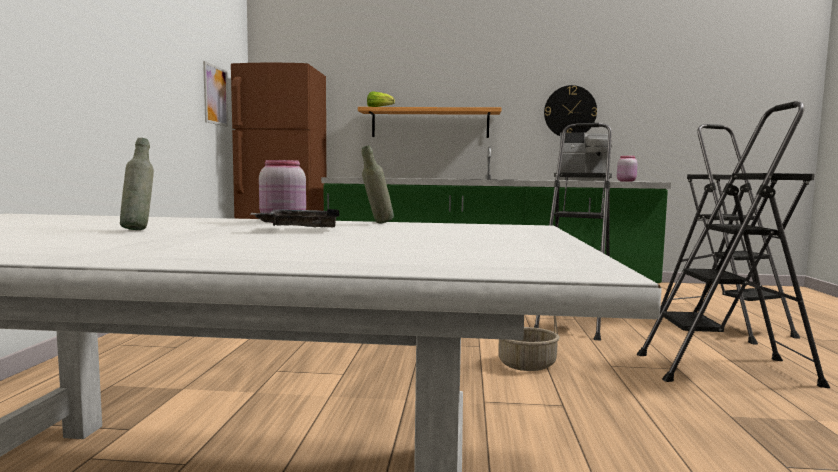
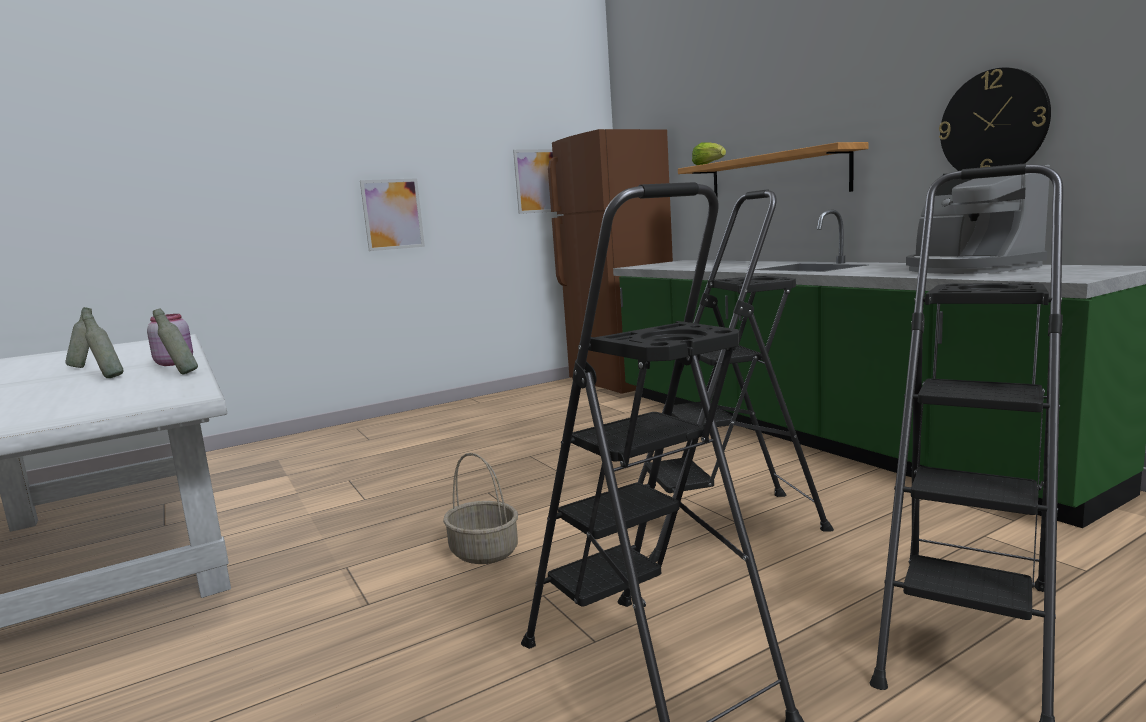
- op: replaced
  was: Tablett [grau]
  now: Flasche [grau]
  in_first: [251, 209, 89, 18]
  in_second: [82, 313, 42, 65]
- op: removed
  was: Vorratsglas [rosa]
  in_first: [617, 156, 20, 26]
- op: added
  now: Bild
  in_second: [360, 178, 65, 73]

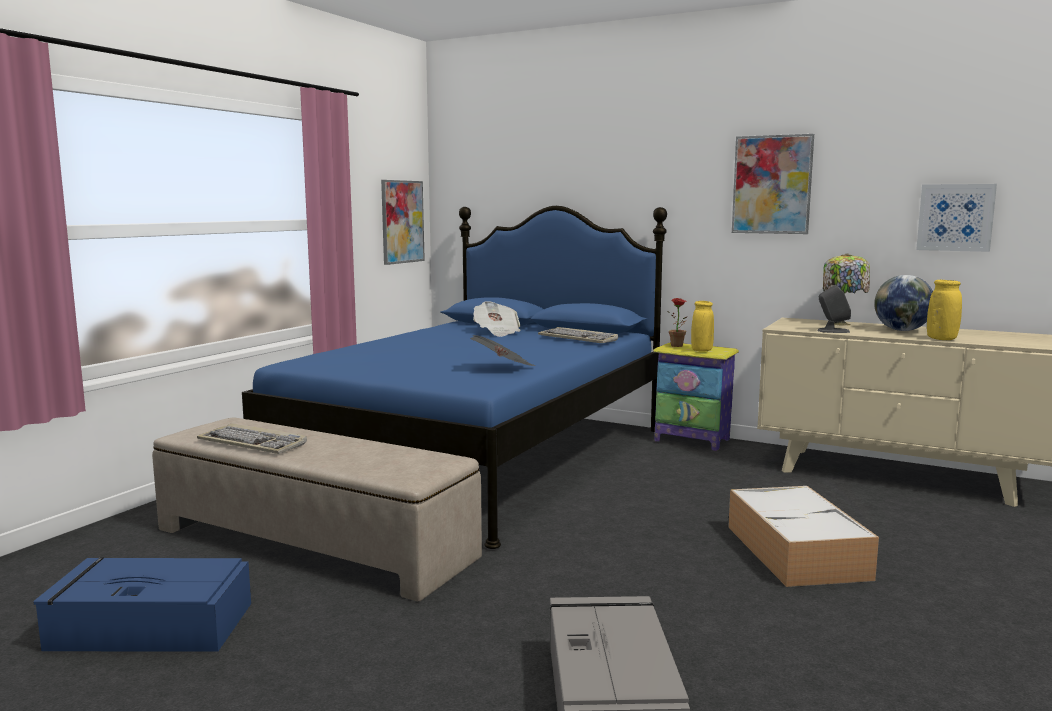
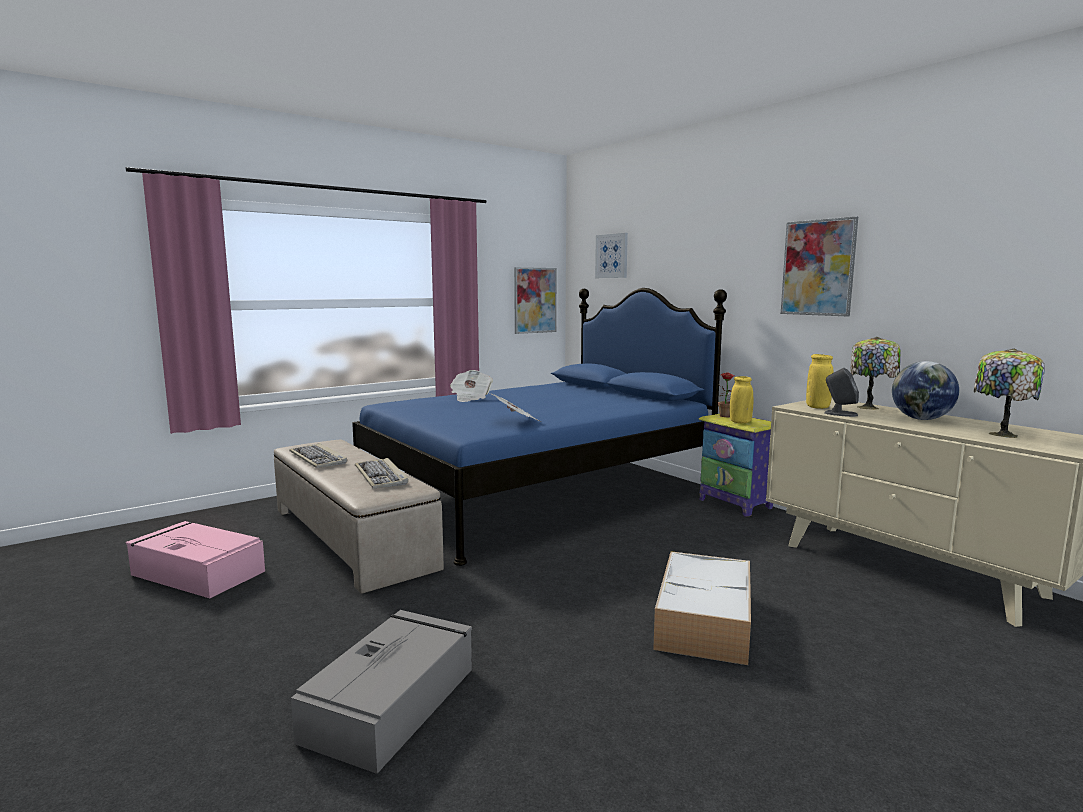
- op: recoloured
  was: Aufbewahrungsbox [blau]
  now: Aufbewahrungsbox [rosa]
  in_first: [33, 557, 218, 95]
  in_second: [126, 521, 139, 77]
- op: moved
  was: Zeitung
  in_first: [473, 301, 48, 36]
  in_second: [450, 370, 43, 32]
- op: moved
  was: Tastatur
  in_first: [538, 327, 80, 16]
  in_second: [355, 458, 53, 31]
- op: moved
  was: Bild
  in_first: [916, 184, 81, 68]
  in_second: [595, 233, 33, 45]
- op: moved
  was: Vase [gelb]
  in_first: [927, 280, 35, 60]
  in_second: [806, 354, 27, 55]
- op: added
  now: Tischlampe
  in_second: [973, 349, 72, 89]

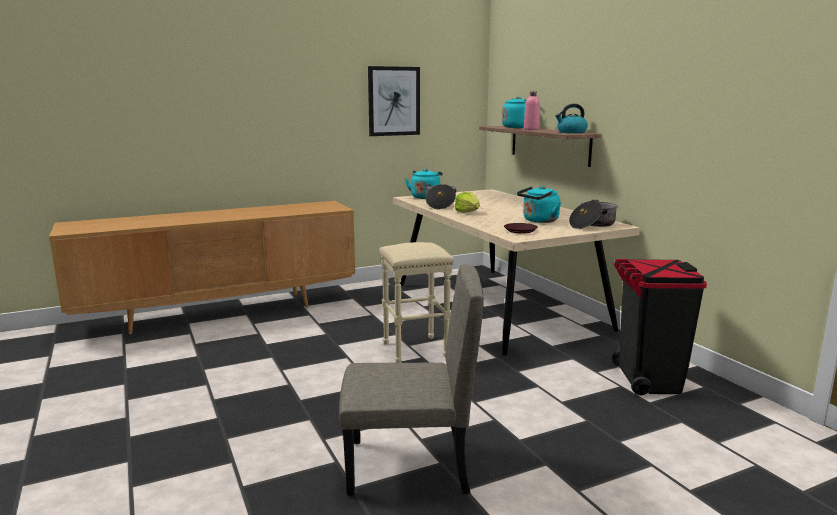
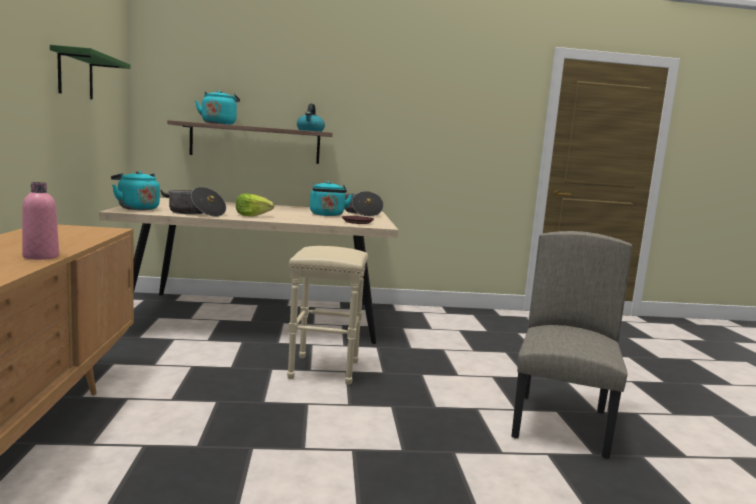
- op: replaced
  was: Bild
  now: Wandregal [grün]
  in_first: [368, 66, 52, 70]
  in_second: [50, 45, 81, 55]
- op: moved
  was: Flasche [rosa]
  in_first: [524, 91, 16, 39]
  in_second: [22, 182, 37, 78]
- op: removed
  was: Mülleimer [schwarz]
  in_first: [612, 259, 95, 136]

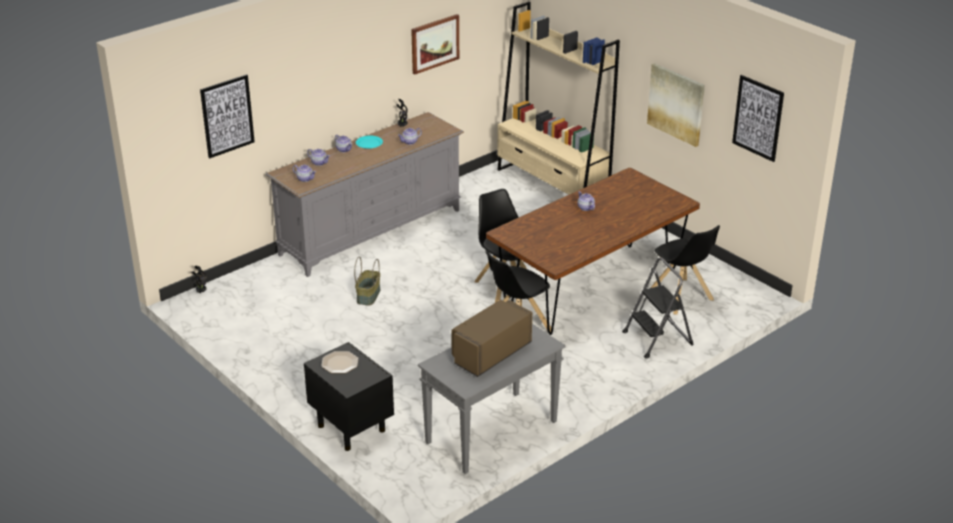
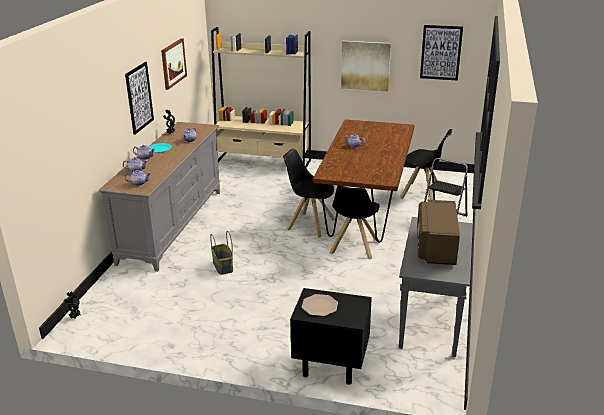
- op: moved
  was: Bild
  in_first: [200, 74, 55, 84]
  in_second: [125, 62, 29, 73]

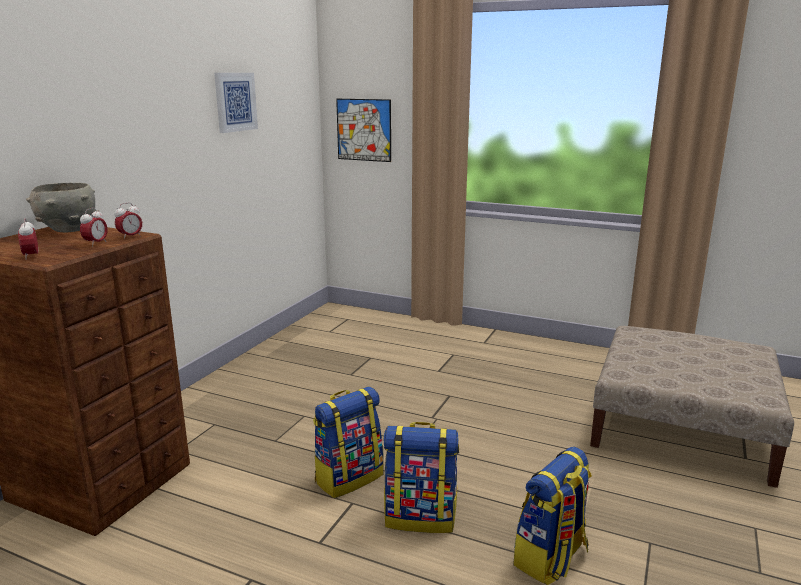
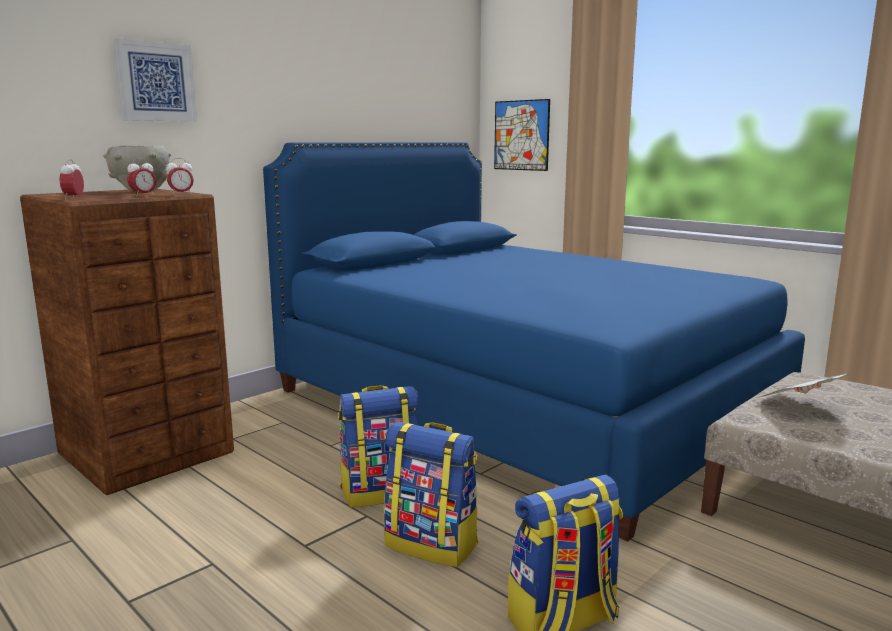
- op: moved
  was: Bild
  in_first: [214, 73, 44, 60]
  in_second: [113, 38, 84, 84]
- op: added
  now: Bett [blau]
  in_second: [263, 142, 542, 400]
- op: added
  now: Zeitung
  in_second: [756, 374, 94, 24]

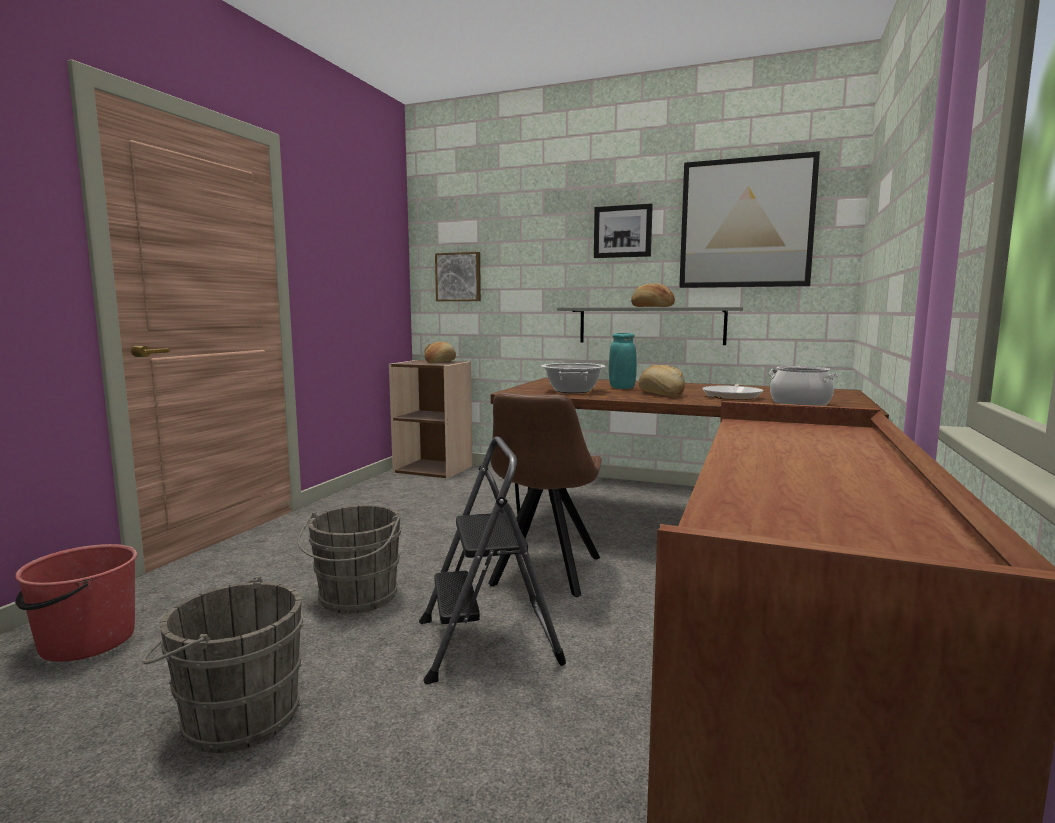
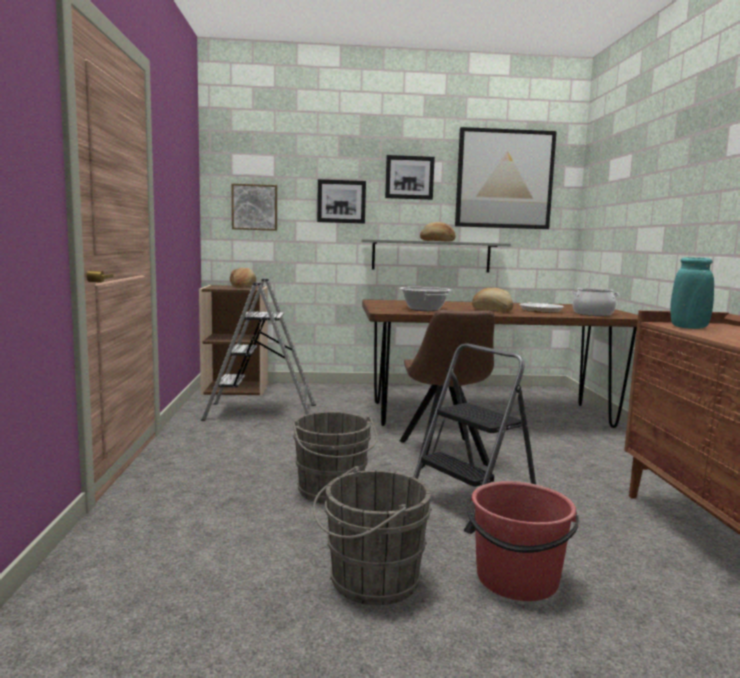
- op: moved
  was: Eimer [rot]
  in_first: [15, 544, 122, 118]
  in_second: [466, 481, 113, 120]
- op: moved
  was: Vase [türkis]
  in_first: [609, 333, 28, 56]
  in_second: [670, 257, 44, 72]
- op: added
  now: Trittleiter [grau]
  in_second: [200, 279, 116, 142]
- op: added
  now: Bild
  in_second: [317, 179, 49, 45]

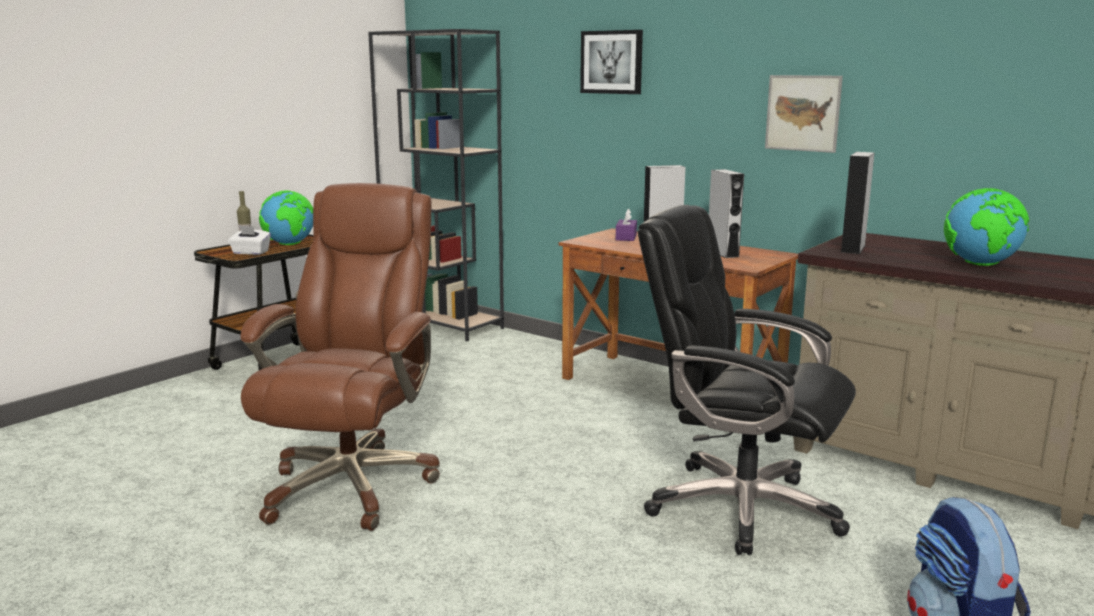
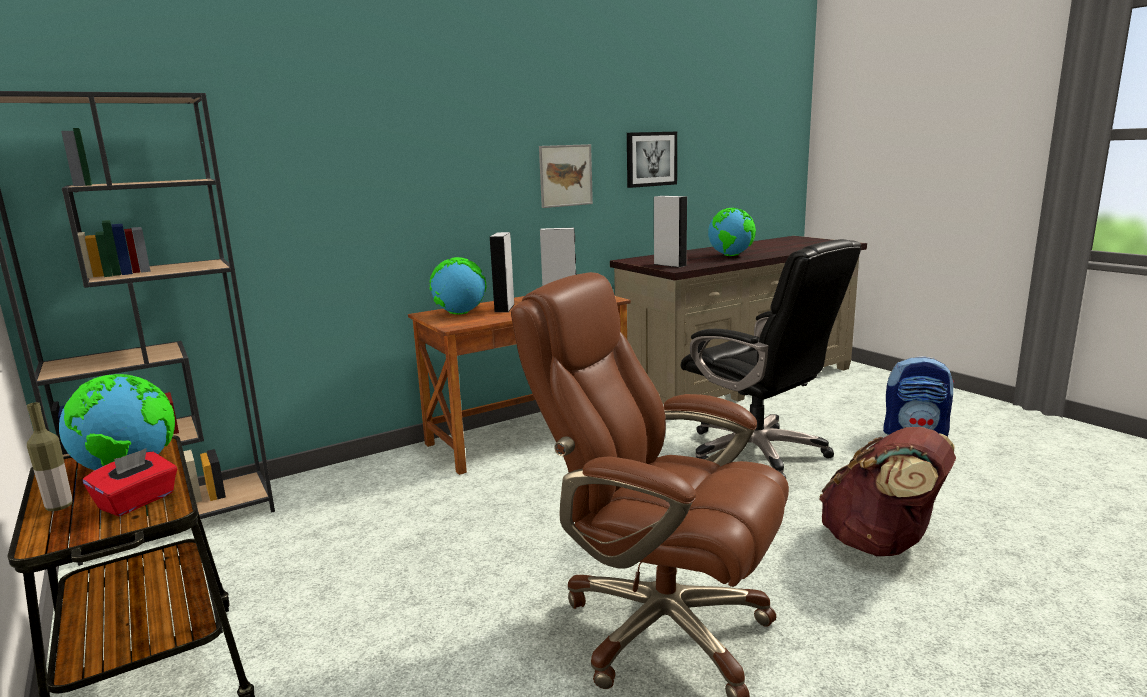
- op: recoloured
  was: Taschentuchbox [weiß]
  now: Taschentuchbox [rot]
  in_first: [228, 225, 43, 30]
  in_second: [83, 448, 94, 68]
- op: moved
  was: Bild
  in_first: [580, 30, 63, 64]
  in_second: [627, 132, 50, 56]
- op: replaced
  was: Taschentuchbox [lila]
  now: Globus
  in_first: [616, 208, 21, 33]
  in_second: [429, 257, 57, 57]
- op: turned
  was: Bürostuhl [schwarz]
  in_first: [638, 205, 218, 350]
  in_second: [681, 239, 180, 239]
  clockwise: -90
- op: added
  now: Rucksack [braun]
  in_second: [819, 427, 137, 129]

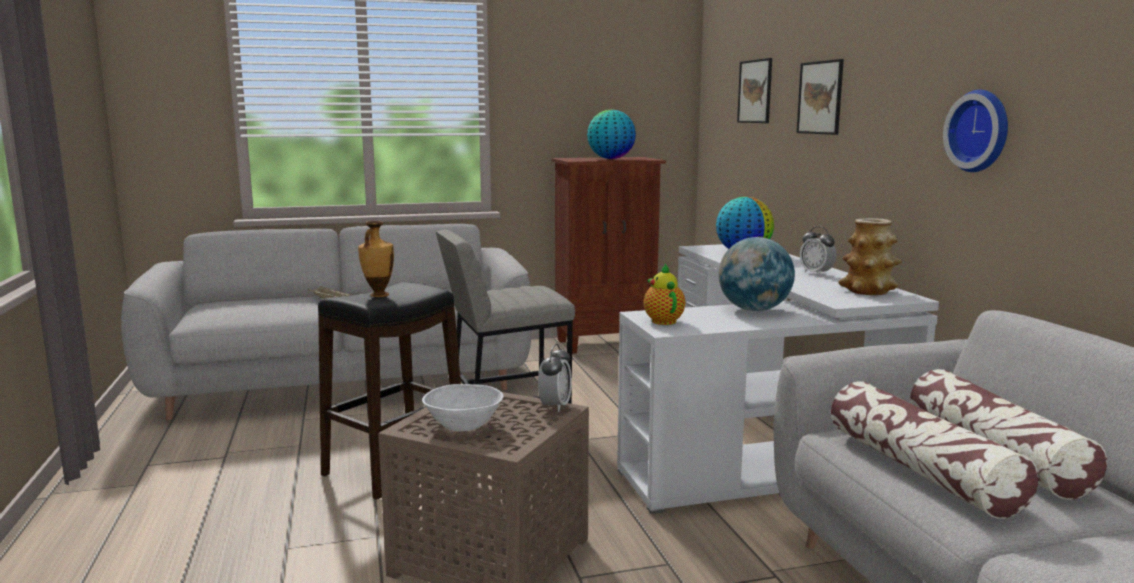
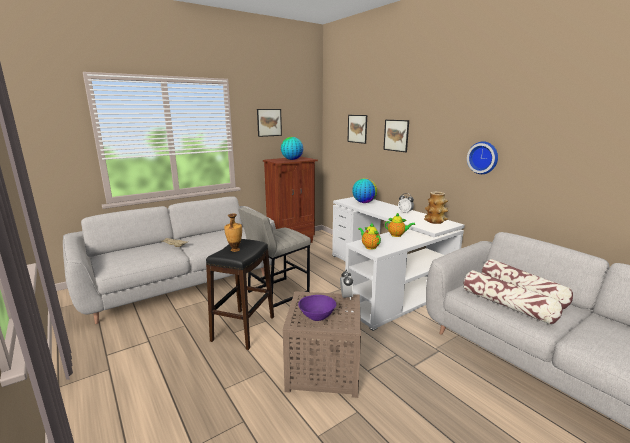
- op: recoloured
  was: Schüssel [weiß]
  now: Schüssel [lila]
  in_first: [422, 384, 81, 48]
  in_second: [298, 295, 39, 26]
- op: replaced
  was: Globus
  now: Teekanne
  in_first: [719, 237, 76, 74]
  in_second: [385, 212, 30, 25]
- op: added
  now: Bild
  in_second: [257, 109, 25, 28]

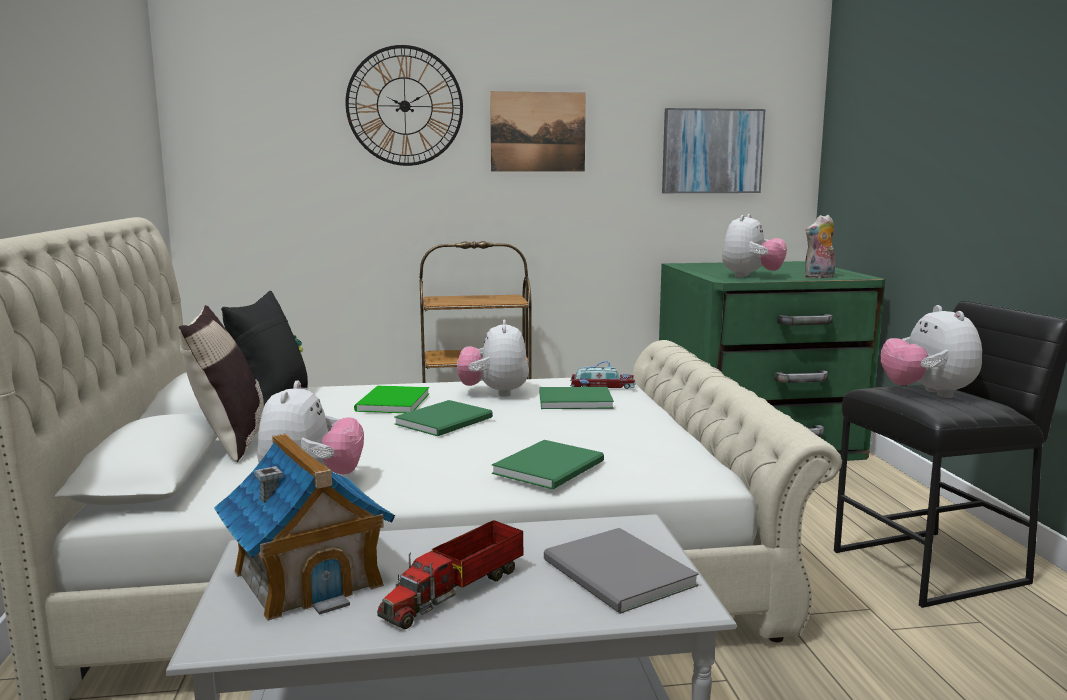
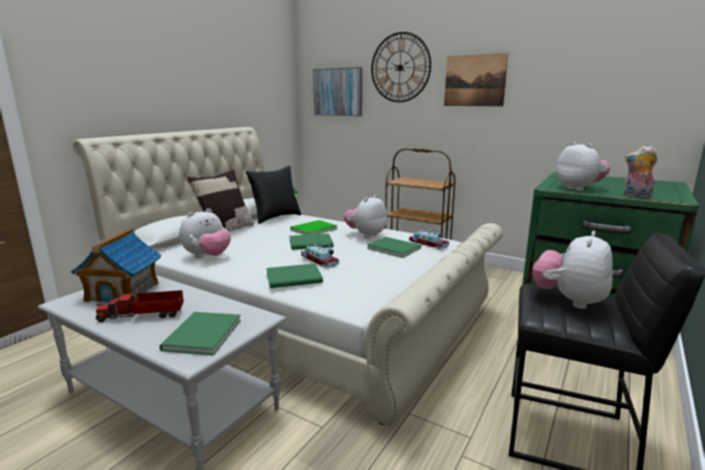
- op: recoloured
  was: Buch [grau]
  now: Buch [grün]
  in_first: [544, 528, 155, 86]
  in_second: [159, 312, 82, 43]
- op: moved
  was: Bild
  in_first: [662, 108, 103, 85]
  in_second: [313, 67, 49, 49]
- op: turned
  was: Plüschtier
  in_first: [722, 214, 65, 64]
  in_second: [556, 142, 54, 49]
  clockwise: -90
- op: added
  now: Spielzeugauto
  in_second: [301, 244, 38, 24]

